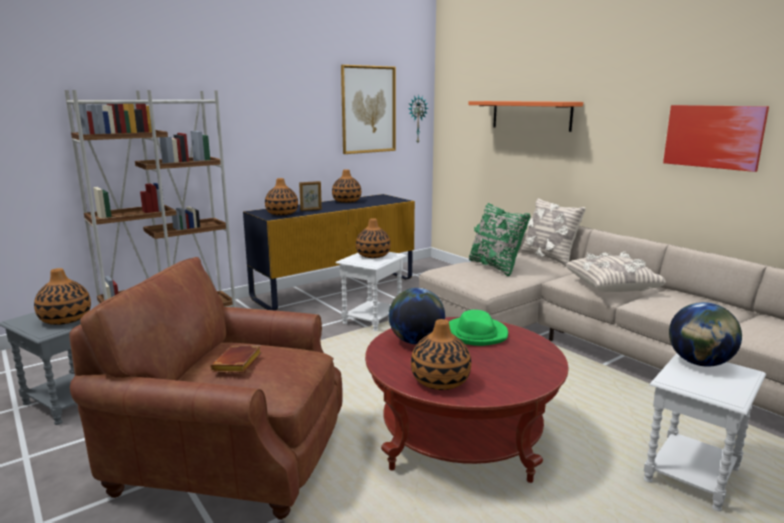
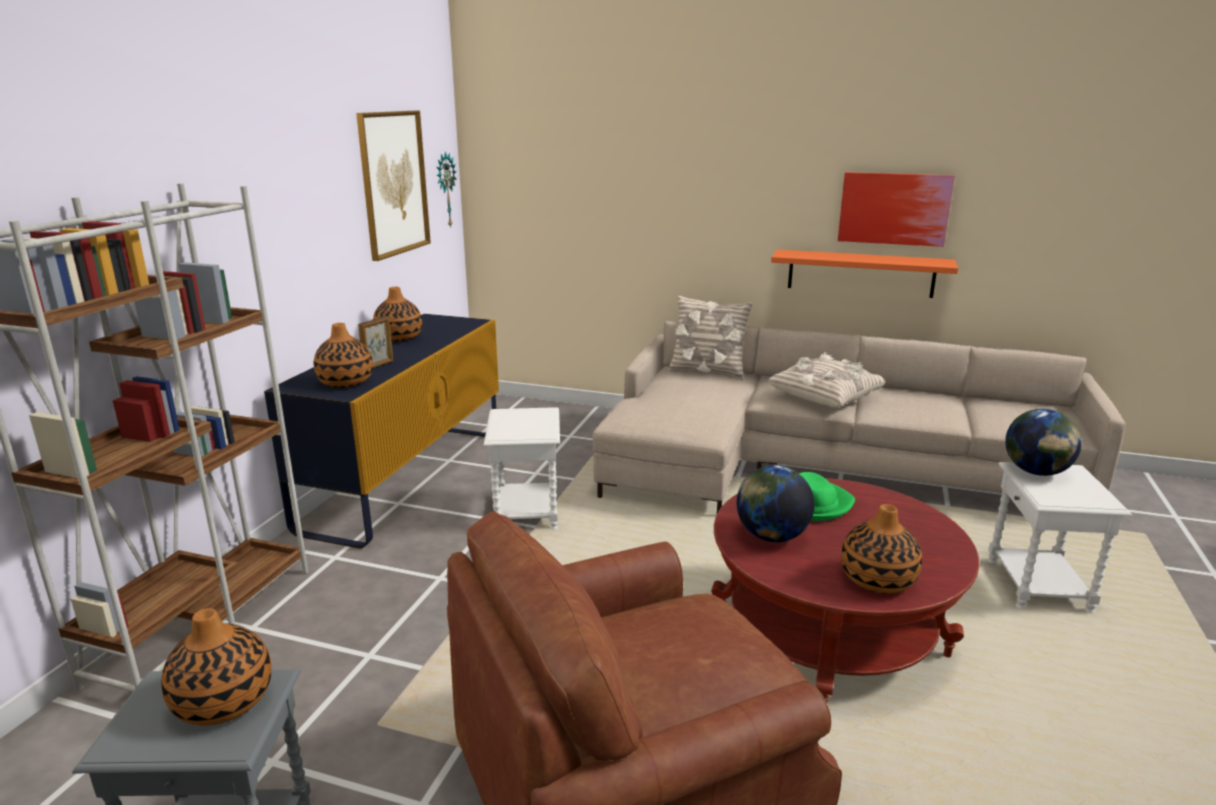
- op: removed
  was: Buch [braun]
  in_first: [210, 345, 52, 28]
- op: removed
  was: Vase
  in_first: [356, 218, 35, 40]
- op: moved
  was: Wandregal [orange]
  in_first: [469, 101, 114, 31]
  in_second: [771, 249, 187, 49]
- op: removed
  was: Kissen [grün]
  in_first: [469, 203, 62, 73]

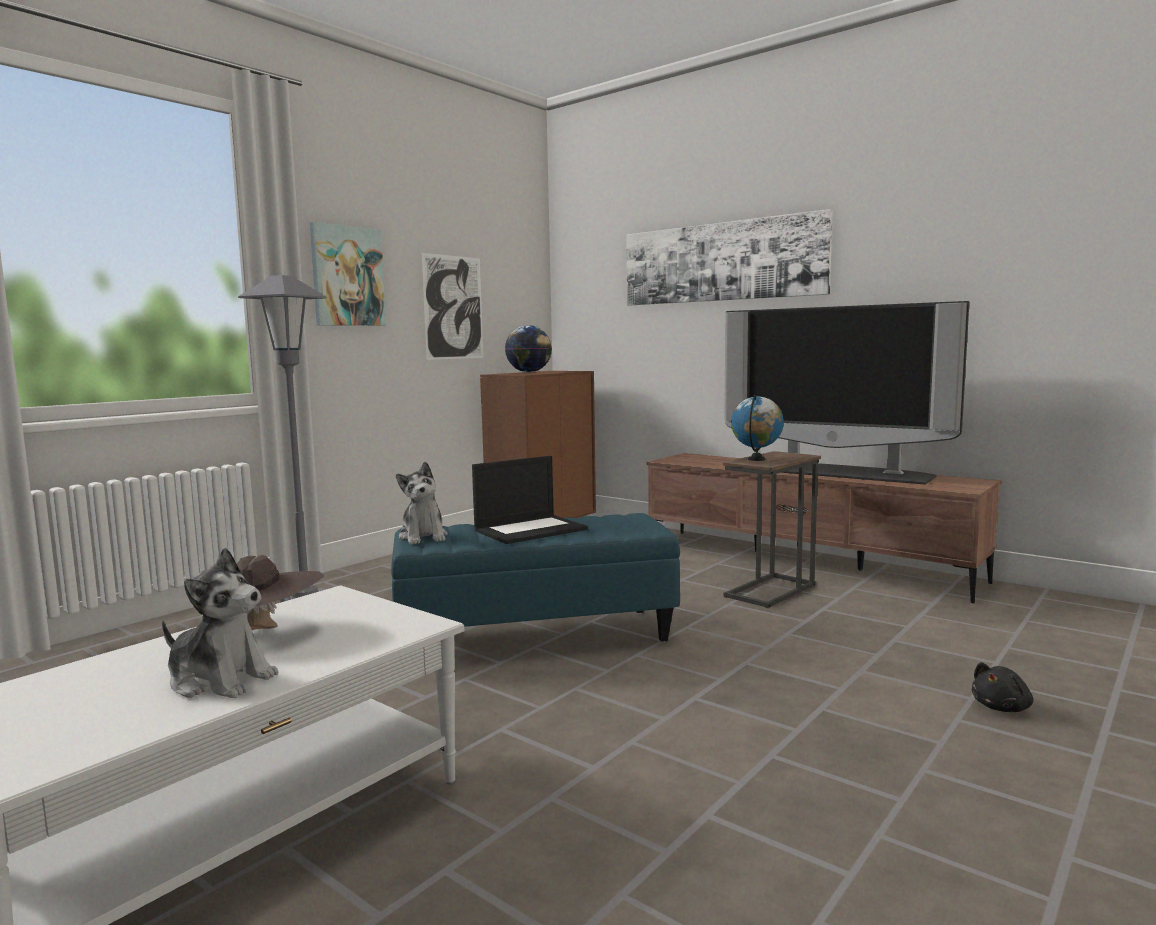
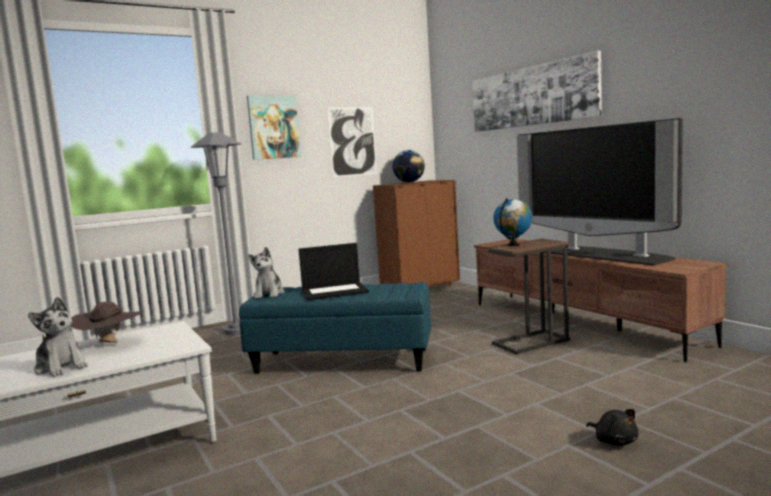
- op: turned
  was: Plüschtier [schwarz]
  in_first: [972, 662, 61, 50]
  in_second: [586, 409, 52, 37]
  clockwise: -105

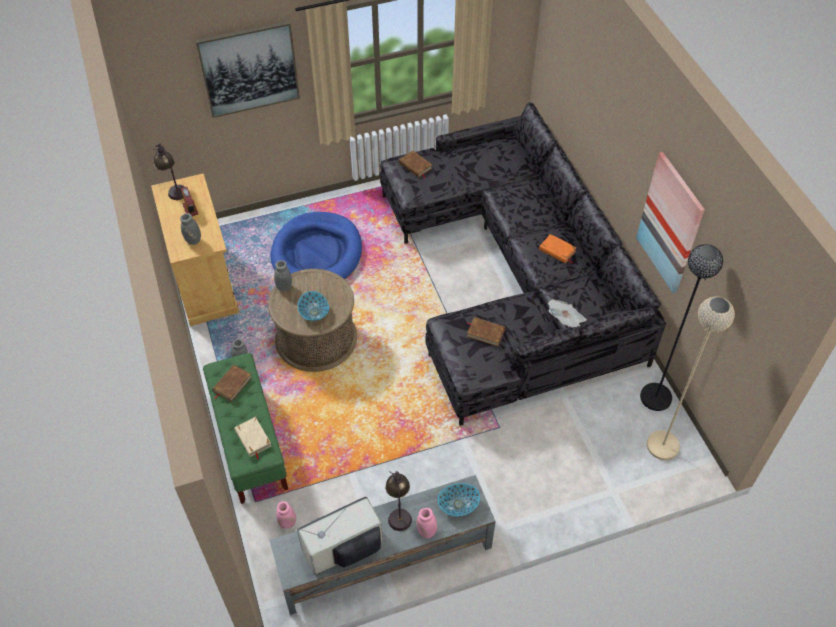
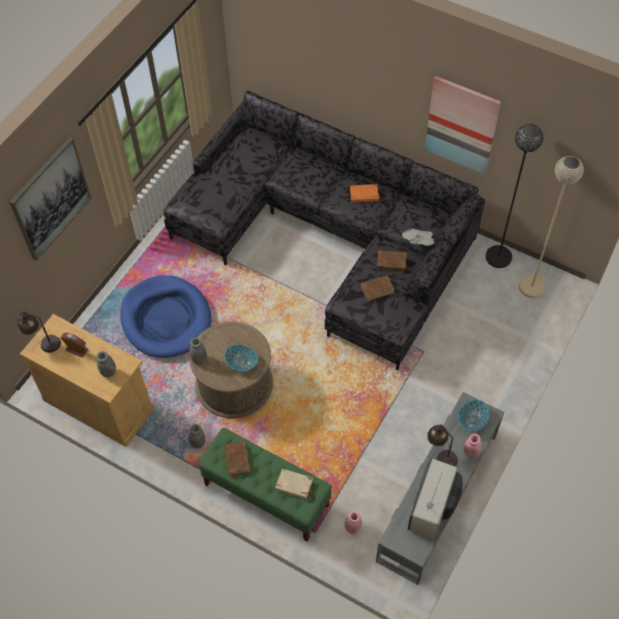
- op: moved
  was: Buch [braun]
  in_first: [399, 151, 33, 27]
  in_second: [377, 250, 34, 21]

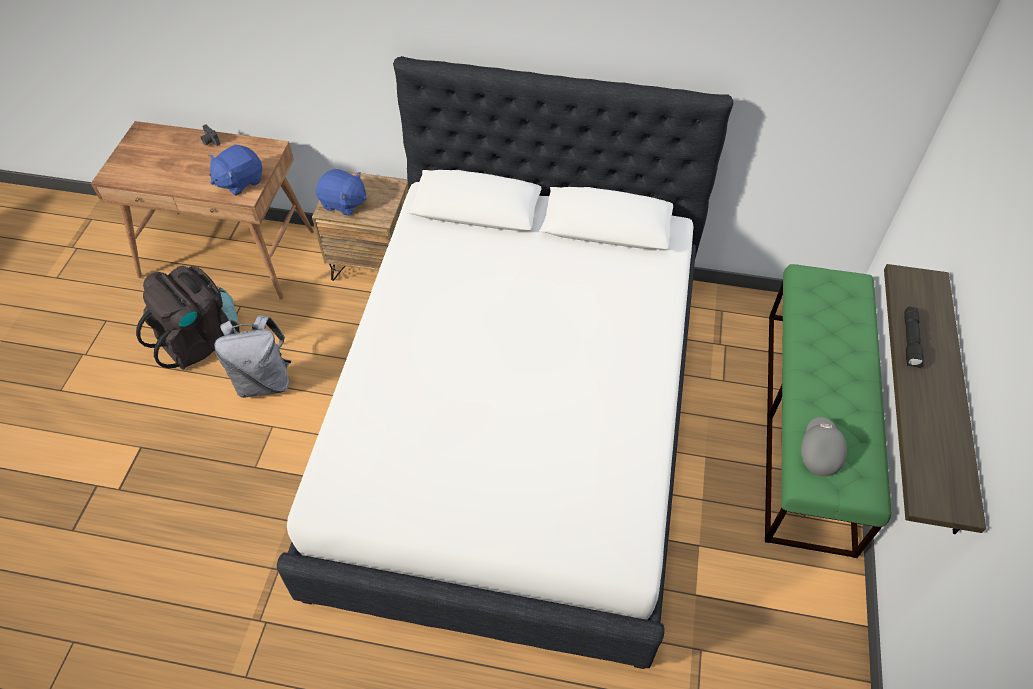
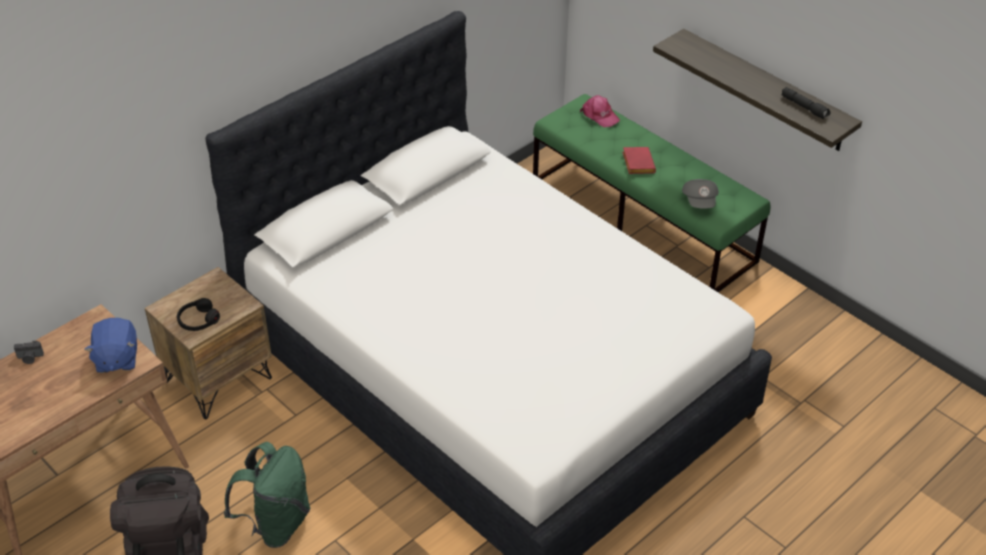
- op: recoloured
  was: Rucksack [grau]
  now: Rucksack [grün]
  in_first: [214, 315, 77, 83]
  in_second: [224, 442, 87, 106]
- op: replaced
  was: Plüschtier [blau]
  now: Kopfhörer [schwarz]
  in_first: [316, 169, 51, 47]
  in_second: [177, 298, 43, 33]
- op: turned
  was: Kappe [grau]
  in_first: [801, 417, 46, 59]
  in_second: [682, 179, 37, 30]
  clockwise: -135
- op: moved
  was: Taschenlampe [schwarz]
  in_first: [904, 307, 20, 61]
  in_second: [782, 87, 49, 32]
- op: added
  now: Kappe [rosa]
  in_second: [580, 95, 40, 32]
- op: added
  now: Buch [rot]
  in_second: [622, 147, 34, 27]

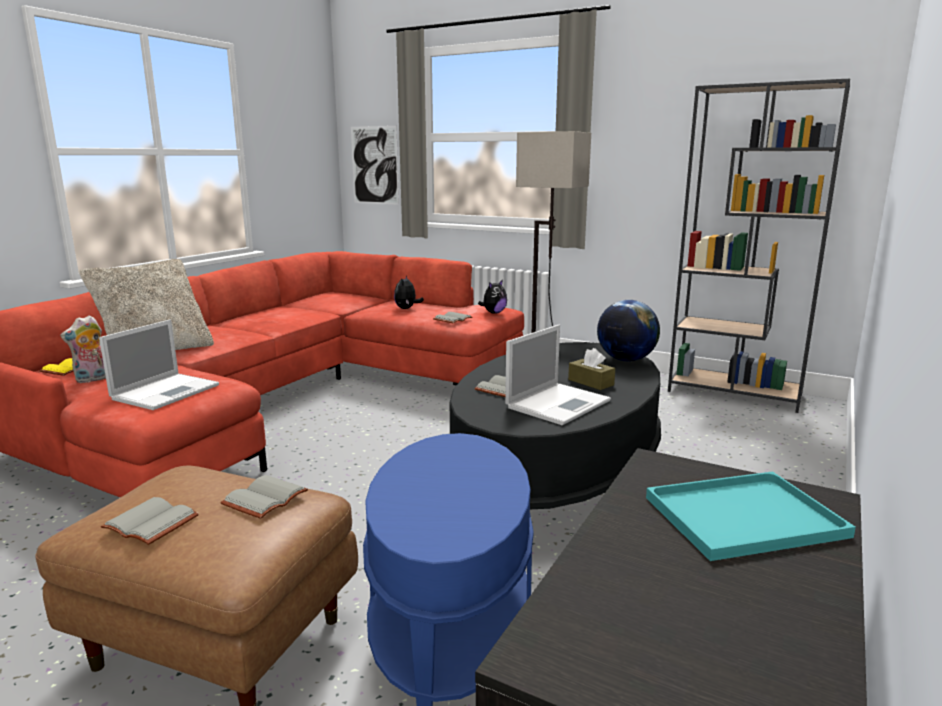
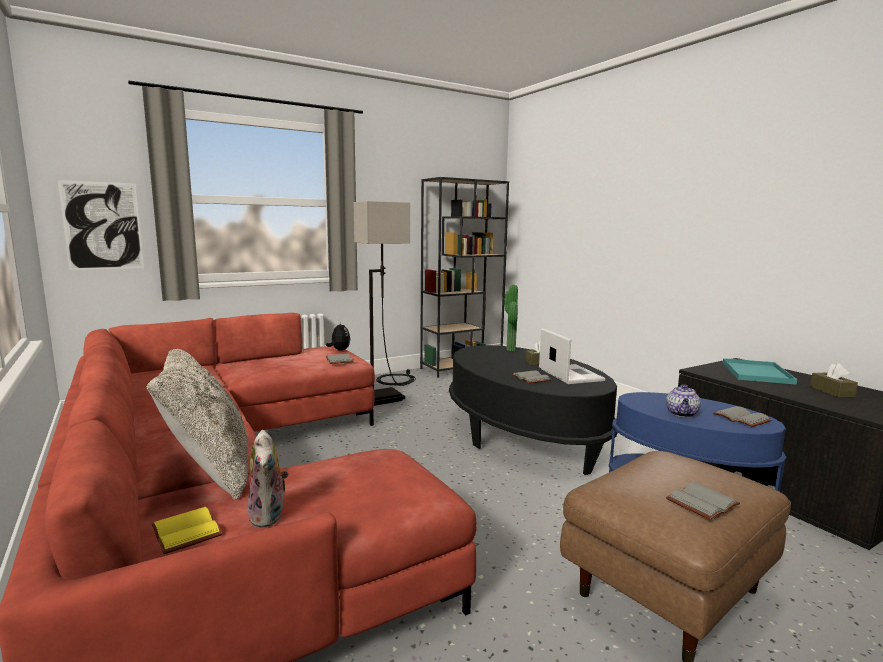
- op: removed
  was: Laptop
  in_first: [99, 319, 120, 91]
- op: moved
  was: Buch [grau]
  in_first: [220, 475, 88, 44]
  in_second: [713, 406, 59, 21]
- op: removed
  was: Plüschtier
  in_first: [394, 276, 30, 33]
- op: replaced
  was: Globus
  now: Topfpflanze
  in_first: [597, 300, 63, 61]
  in_second: [504, 285, 14, 66]
- op: added
  now: Teekanne
  in_second: [666, 384, 35, 33]
- op: added
  now: Taschentuchbox [braun]
  in_second: [810, 363, 48, 35]

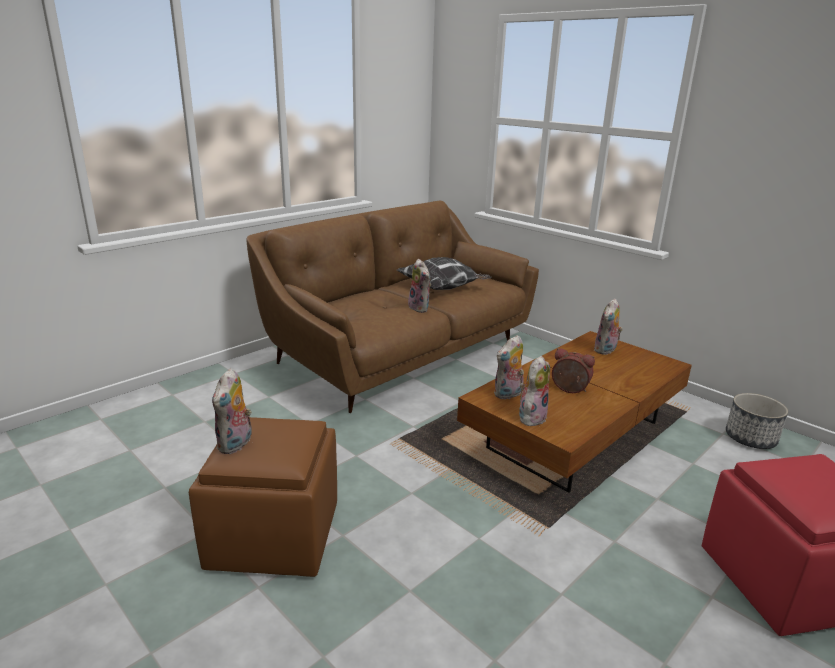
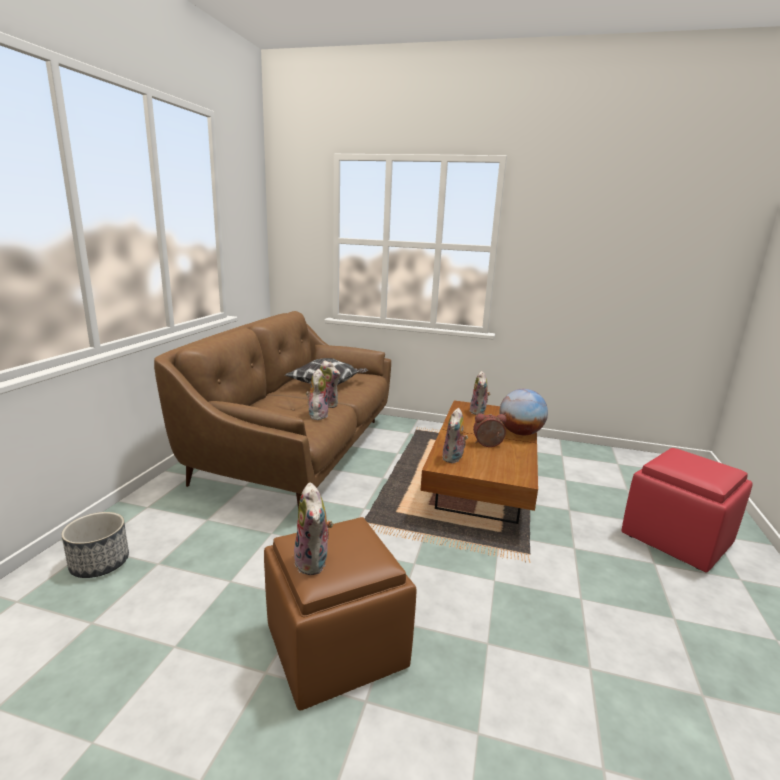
- op: moved
  was: Plüschtier
  in_first: [519, 356, 31, 70]
  in_second: [306, 368, 22, 52]
- op: moved
  was: Pflanzkübel
  in_first: [726, 393, 62, 56]
  in_second: [61, 512, 68, 66]
- op: added
  now: Globus
  in_second: [500, 389, 48, 46]

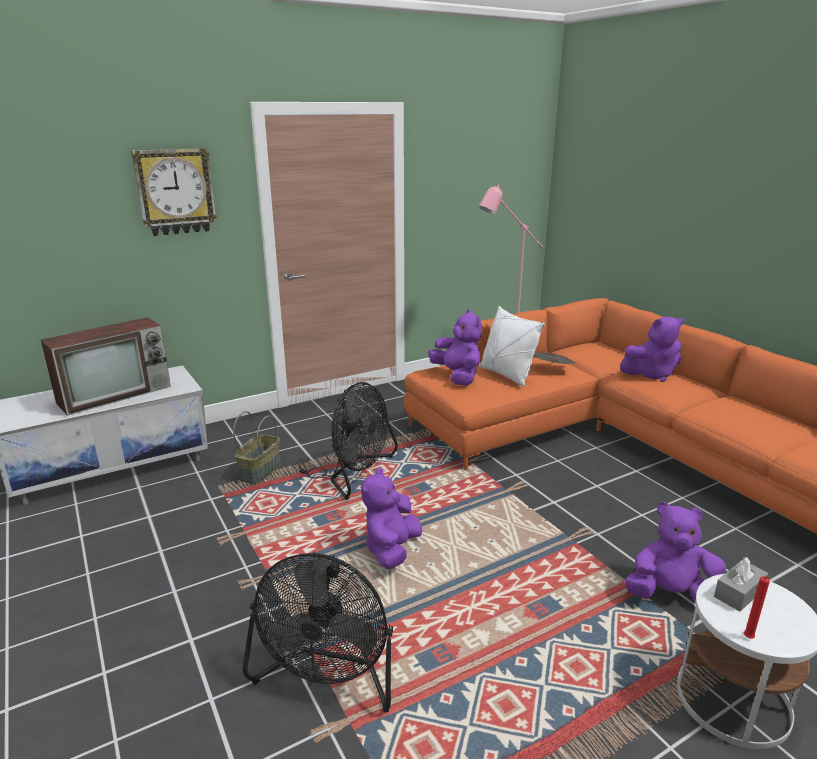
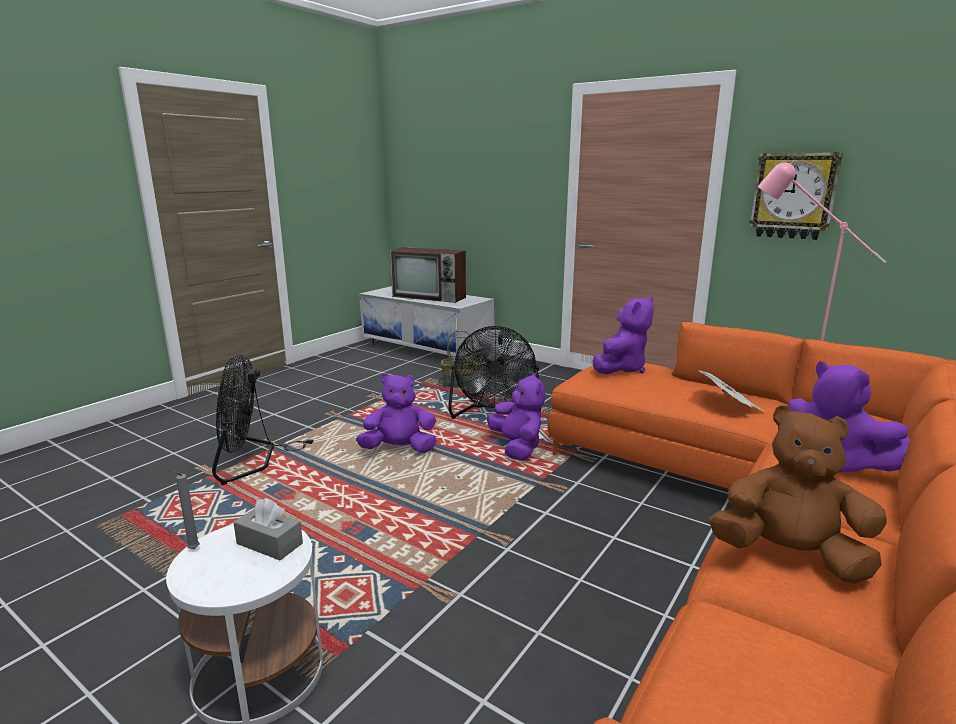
- op: moved
  was: Wanduhr
  in_first: [131, 148, 86, 88]
  in_second: [749, 152, 94, 88]
- op: removed
  was: Kissen [weiß]
  in_first: [479, 306, 66, 81]
- op: moved
  was: Plüschtier [lila]
  in_first: [624, 502, 102, 100]
  in_second: [487, 372, 58, 88]
- op: recoloured
  was: Kerze [rot]
  now: Kerze [grau]
  in_first: [744, 576, 28, 63]
  in_second: [168, 469, 32, 80]
- op: added
  now: Plüschtier [braun]
  in_second: [709, 405, 178, 179]

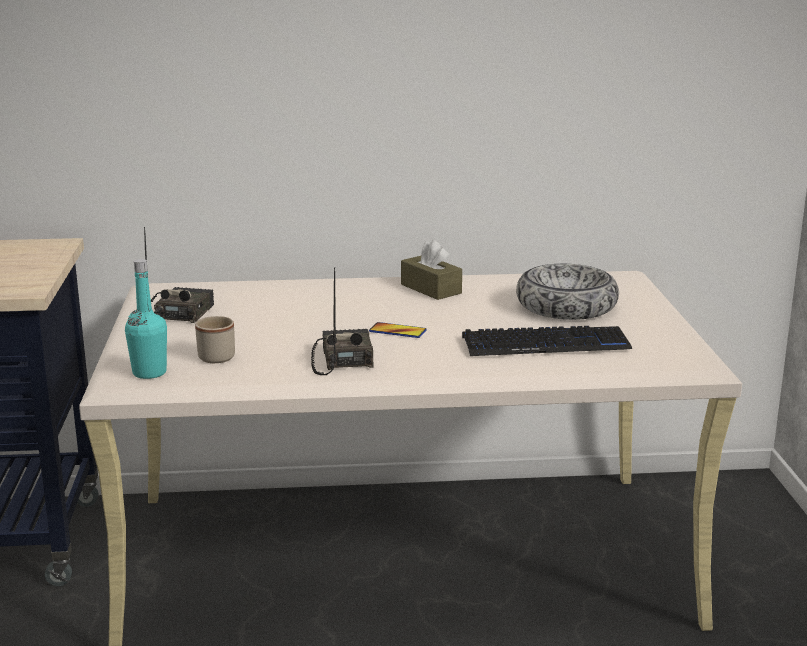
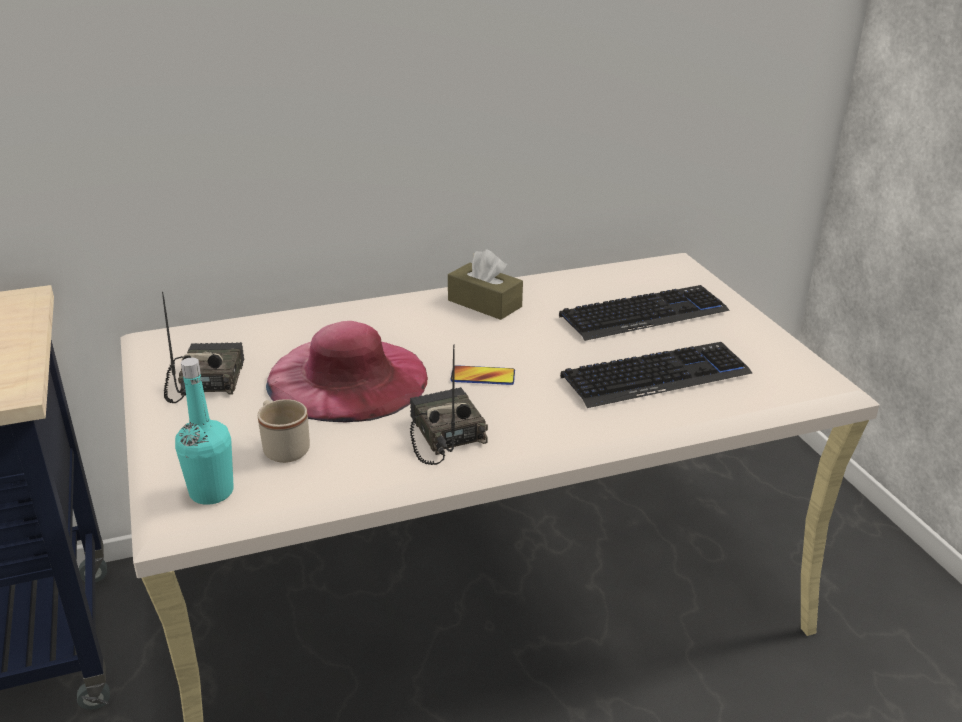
- op: replaced
  was: Schüssel
  now: Tastatur
  in_first: [516, 264, 103, 56]
  in_second: [559, 285, 171, 56]
- op: added
  now: Hut [rosa]
  in_second: [266, 321, 162, 101]

